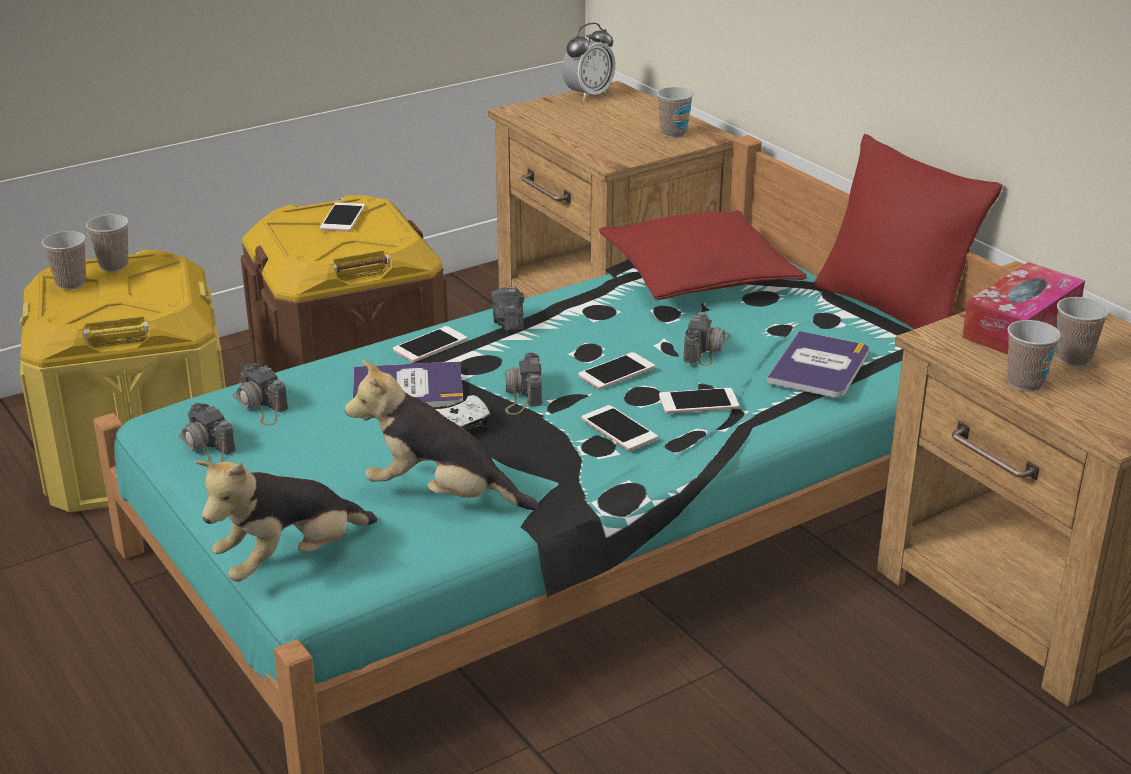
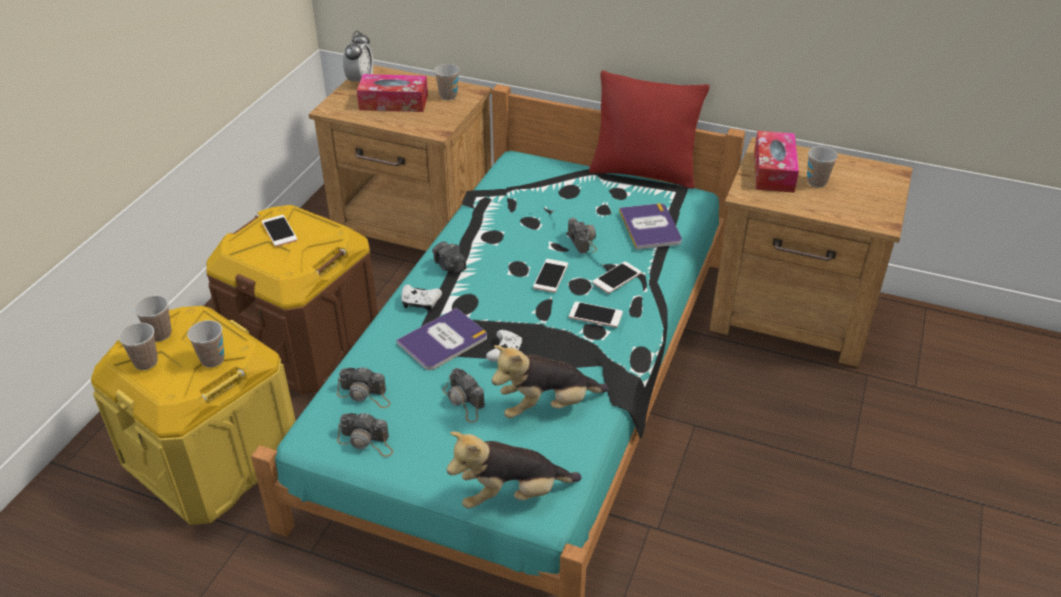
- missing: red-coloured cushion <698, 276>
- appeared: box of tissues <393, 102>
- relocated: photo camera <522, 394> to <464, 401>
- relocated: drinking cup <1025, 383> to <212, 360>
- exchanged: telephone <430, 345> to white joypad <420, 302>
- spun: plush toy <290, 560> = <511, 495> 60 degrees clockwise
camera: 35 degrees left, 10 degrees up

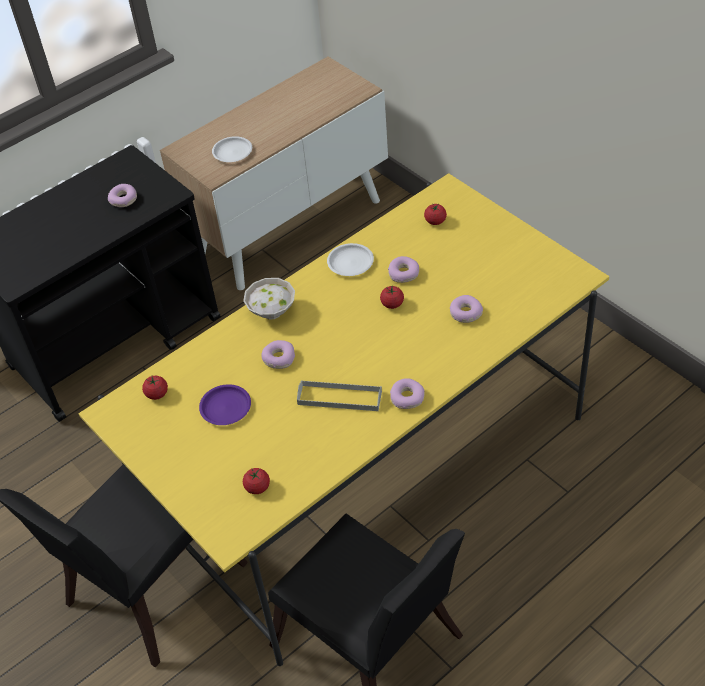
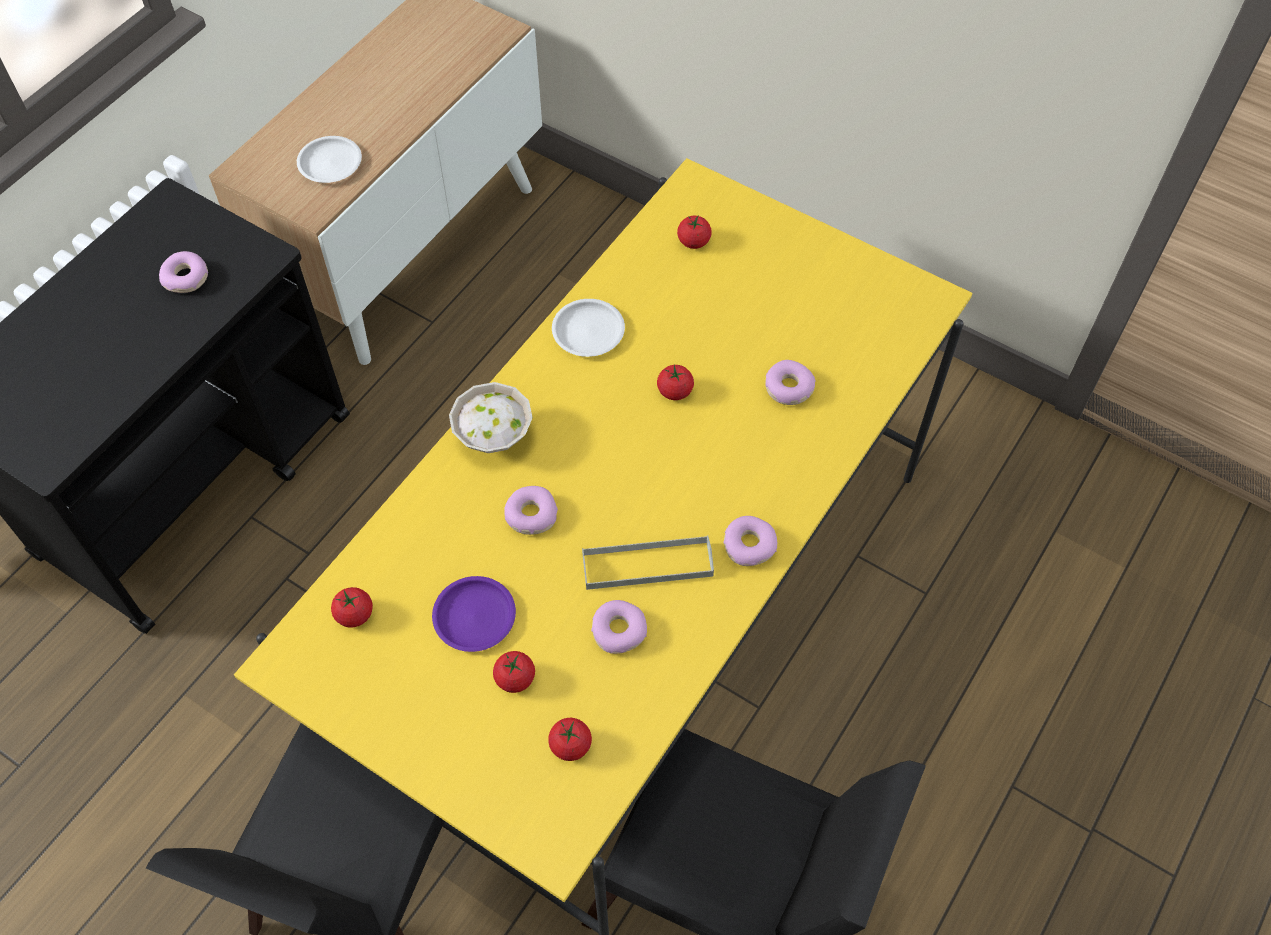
- appeared: tomato <515, 678>
- relocated: donut <404, 273> to <619, 630>
camera: 20 degrees left, 10 degrees up

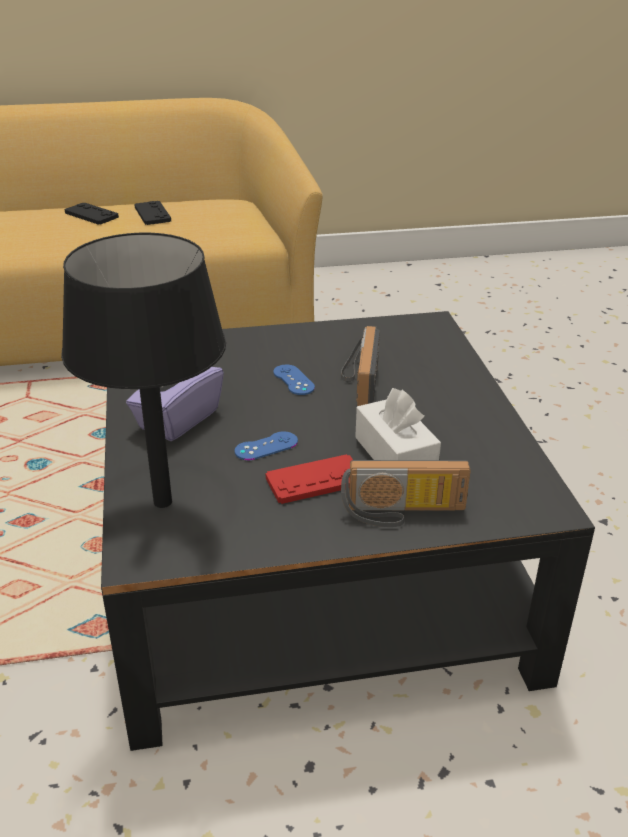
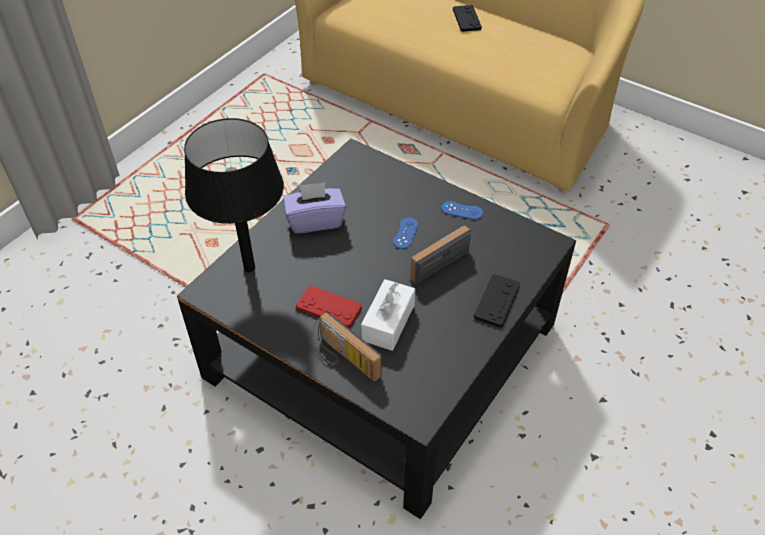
- relocated: black-coloured joypad <152, 214> to <497, 301>
- relocated: blue joypad <266, 446> to <462, 210>
camera: 45 degrees right, 15 degrees up

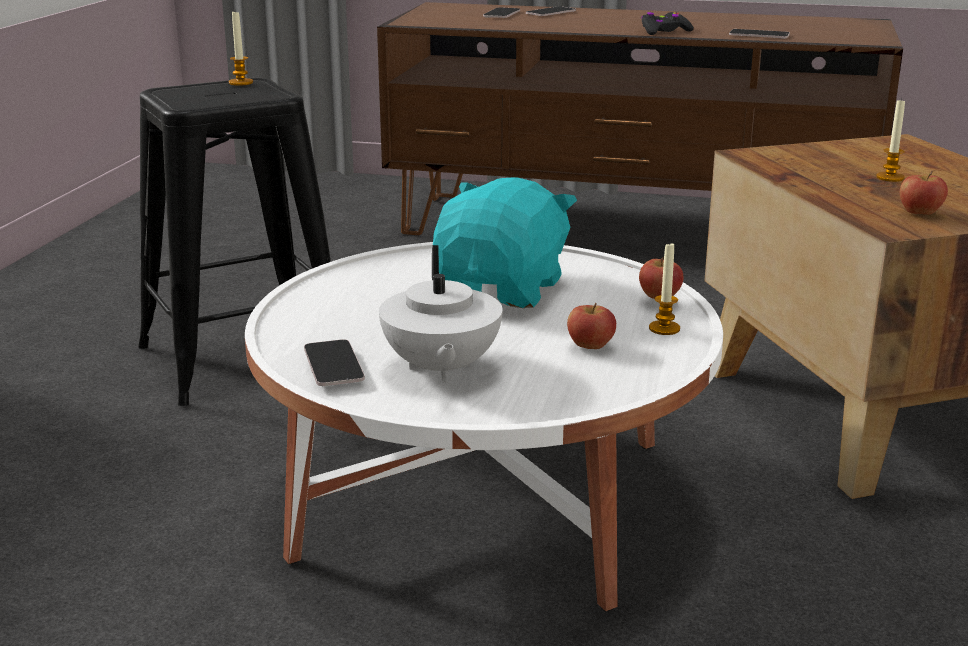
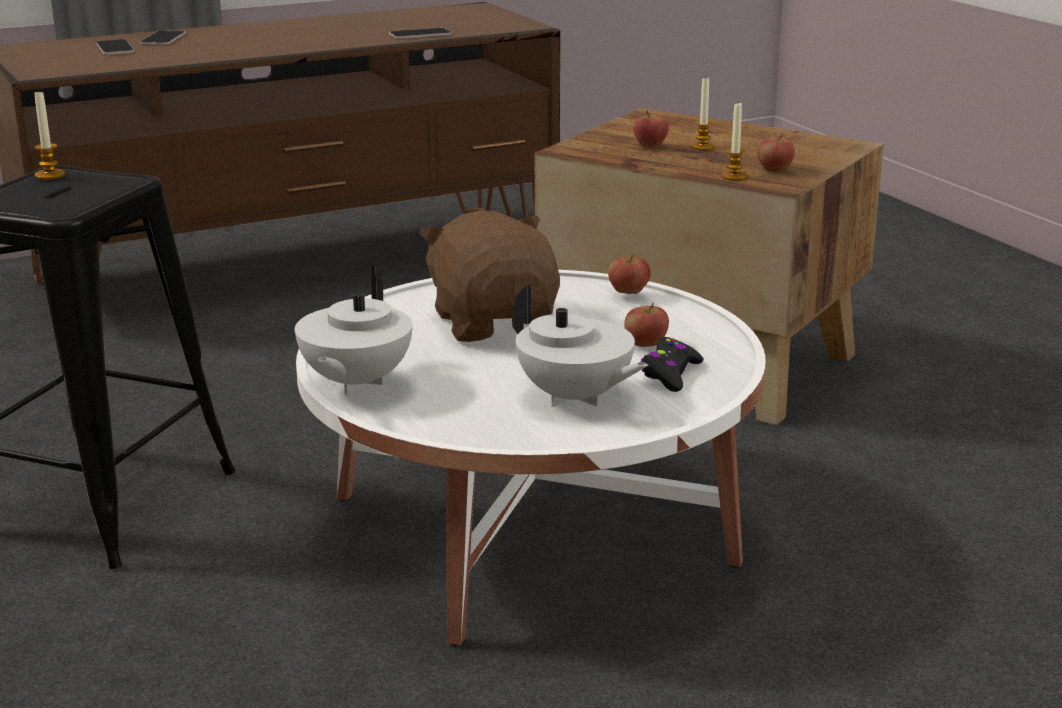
- missing: telephone <333, 364>
- appeared: white teapot <354, 382>
- appeared: apple <650, 146>
- relocated: black-coloured joypad <664, 31> to <670, 374>
- relocated: wax candle <664, 328> to <734, 177>
- colour: turquoise plush toy <503, 289> to brown plush toy <494, 323>
camera: 40 degrees left, 0 degrees up

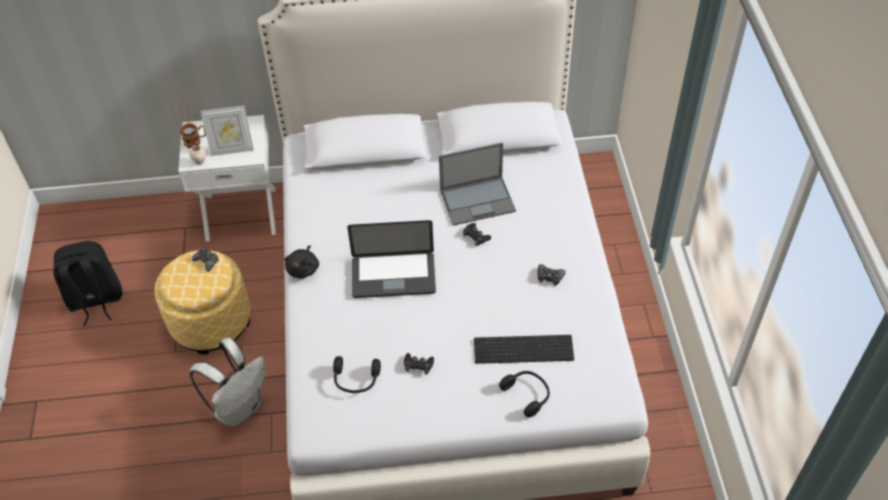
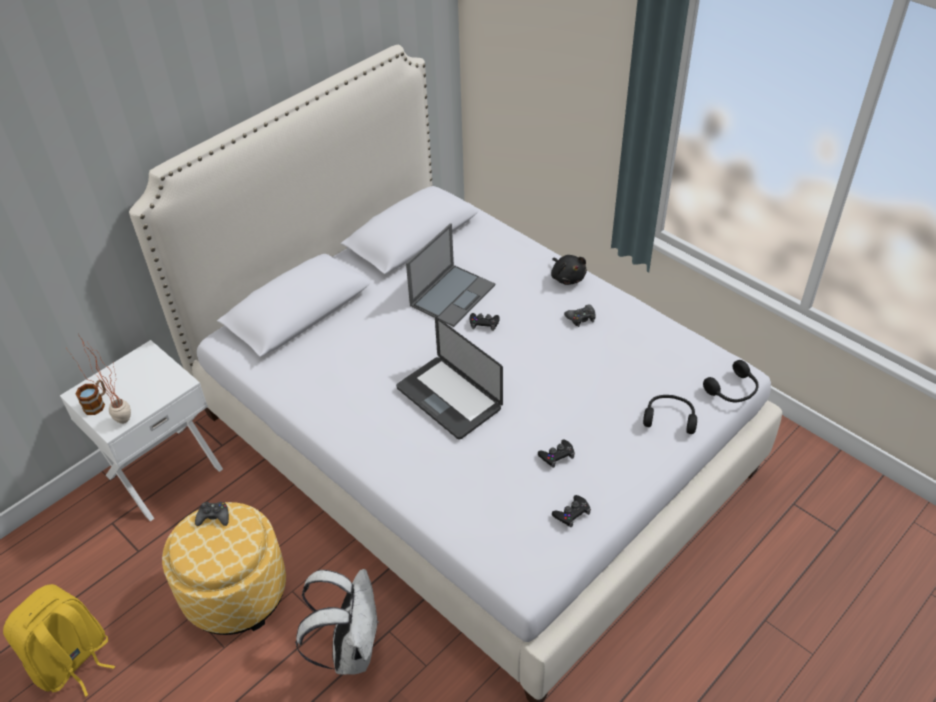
- missing: standing frame <232, 150>
- missing: keyboard <524, 348>
- appeared: black-coloured joypad <571, 513>
- relocated: black-coloured plush toy <304, 269> to <567, 277>
- relocated: black-coloured headset <356, 380> to <733, 390>
- colour: black-coloured backpack <95, 300> to yellow-coloured backpack <73, 661>
- spun: laptop <393, 276> = <449, 398> 90 degrees clockwise
camera: 40 degrees left, 5 degrees down

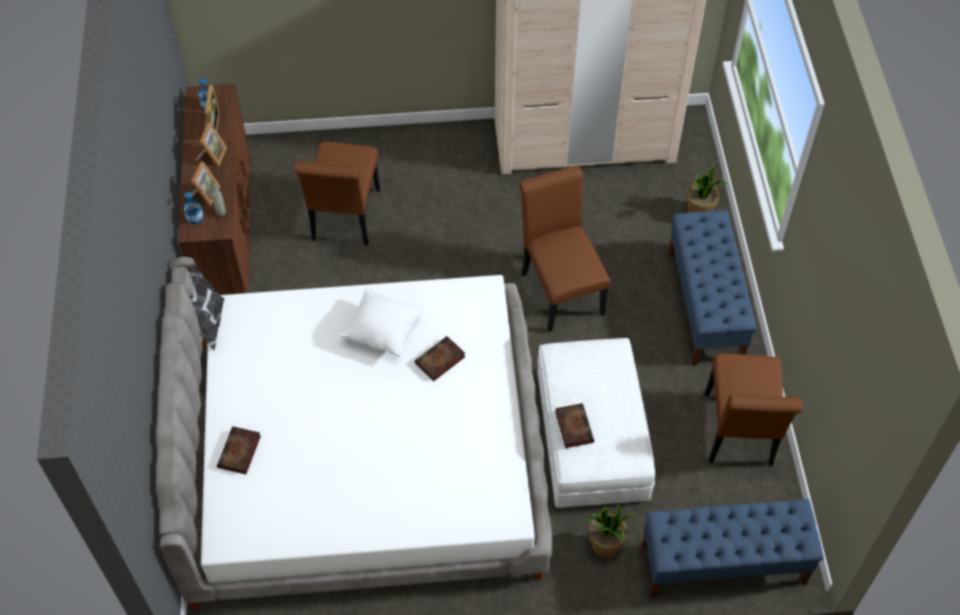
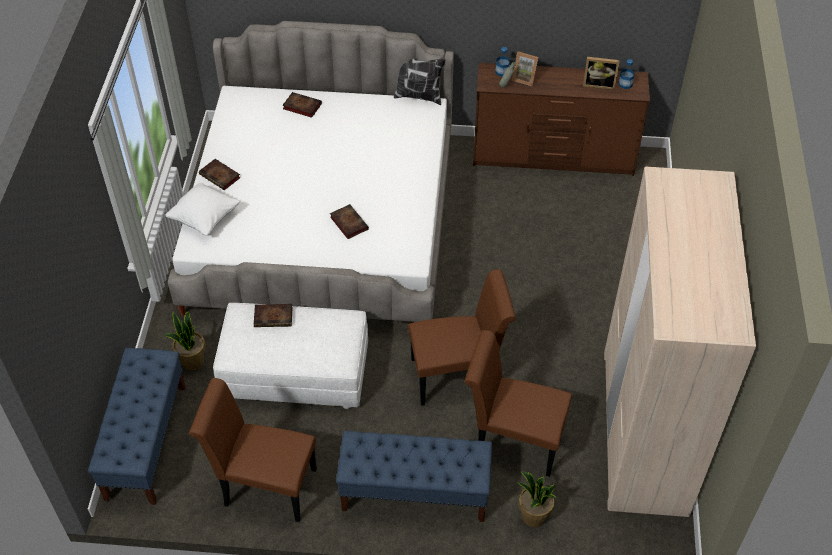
- missing: standing frame <212, 155>
- appeared: book <221, 176>
- relocated: brown chair <345, 220> to <512, 440>
- relocated: white cushion <383, 332> to <205, 218>
camera: 100 degrees right, 5 degrees down

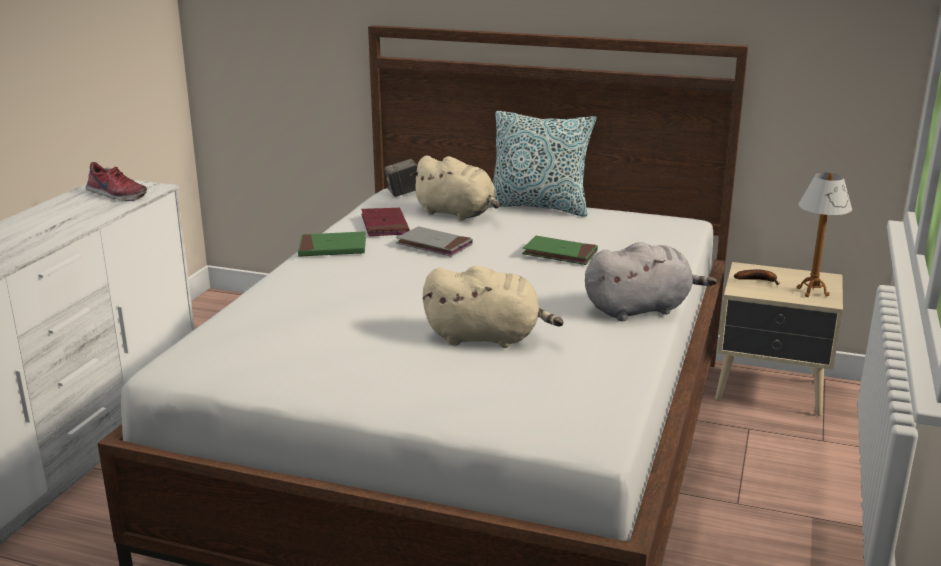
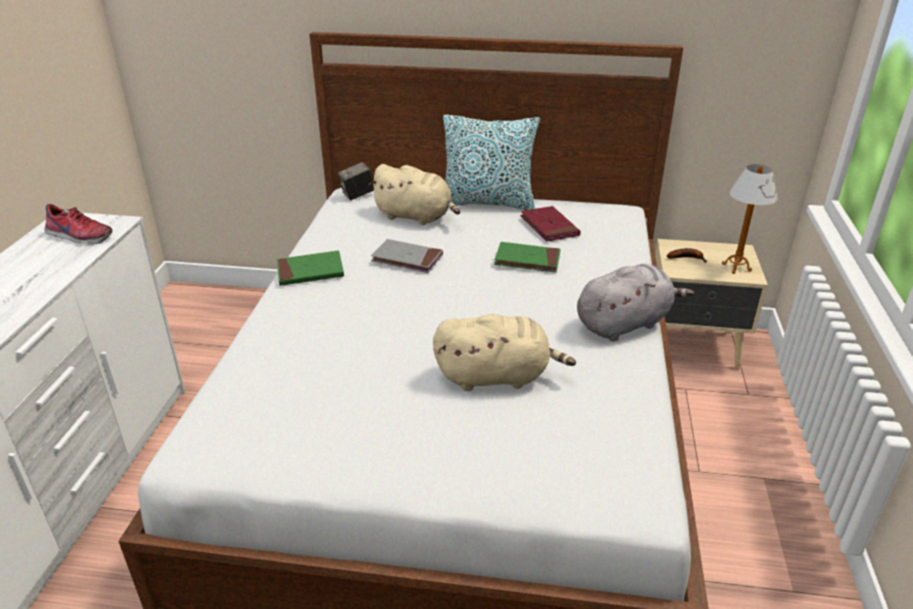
- relocated: red-coloured book <385, 225> to <549, 226>
camera: 10 degrees left, 10 degrees up

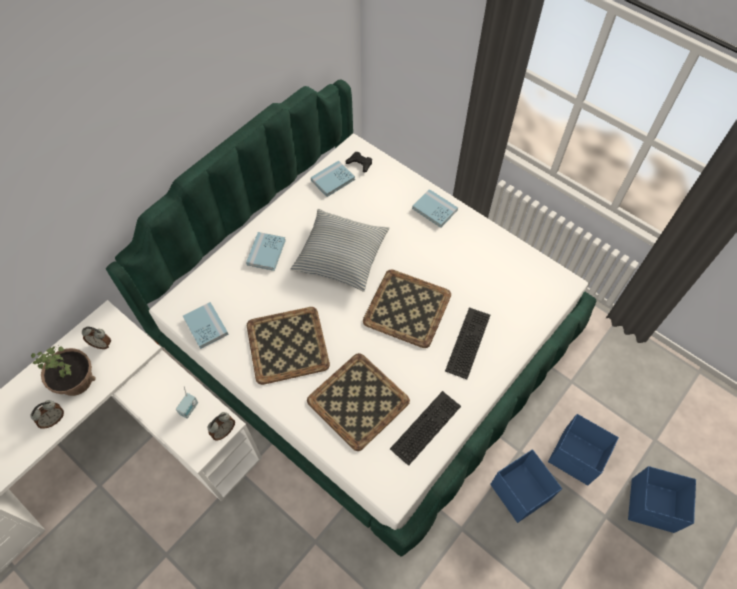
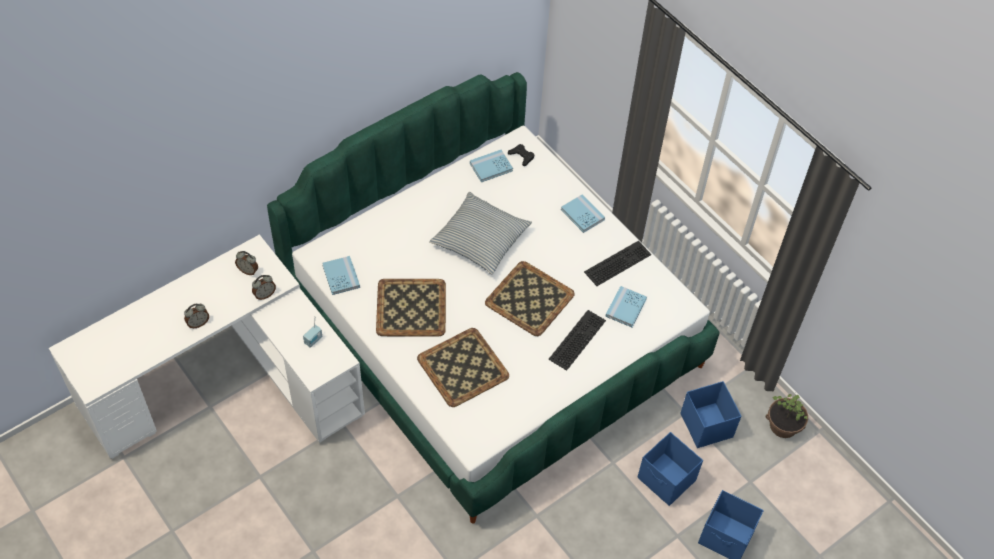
- relocated: houseplant <76, 380> to <783, 425>
- relocated: table clock <223, 431> to <264, 294>
- relocated: blue book <266, 252> to <626, 308>
- relocated: keyboard <425, 425> to <617, 262>
- relocated: blue storage box <519, 491> to <706, 425>
camera: 10 degrees right, 5 degrees down

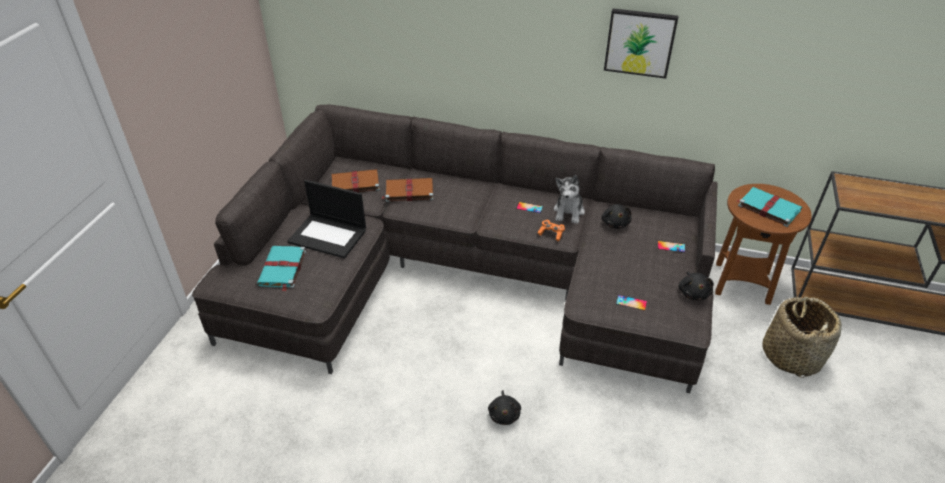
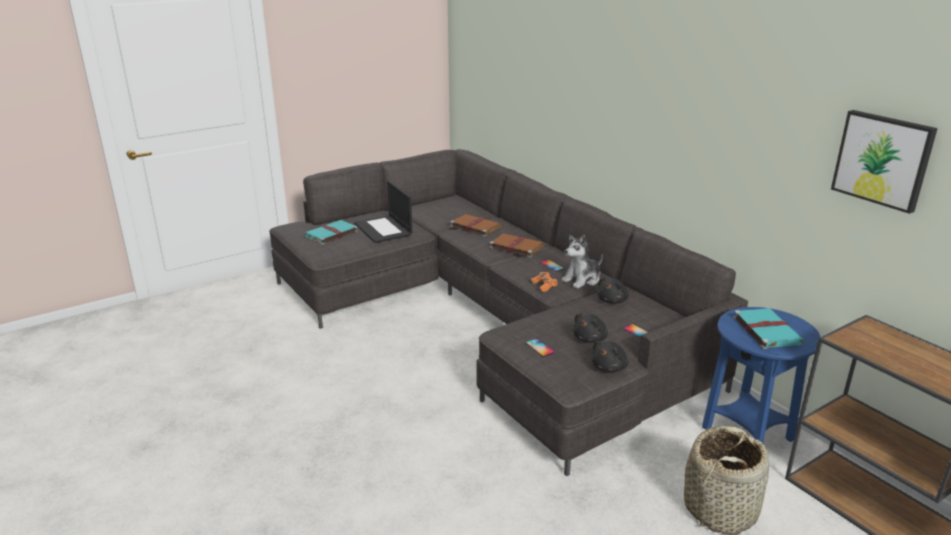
- relocated: brown book <354, 184> to <515, 247>
- relocated: black-coloured plush toy <504, 414> to <590, 339>
- relocated: wall art <640, 42> to <883, 159>
- colour: brown accent table <742, 283> to blue accent table <748, 434>
camera: 40 degrees right, 15 degrees down

